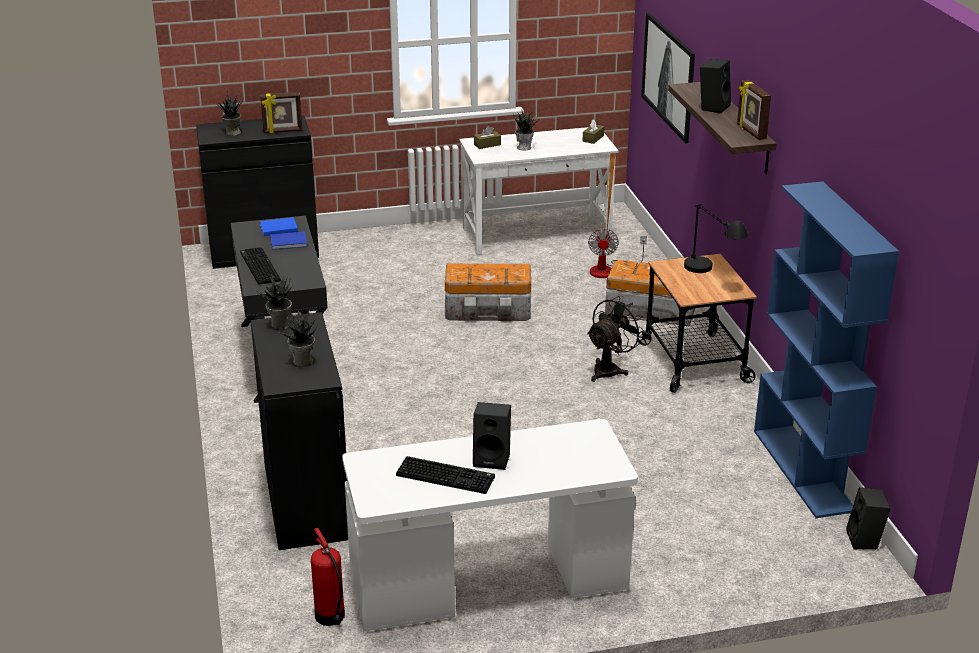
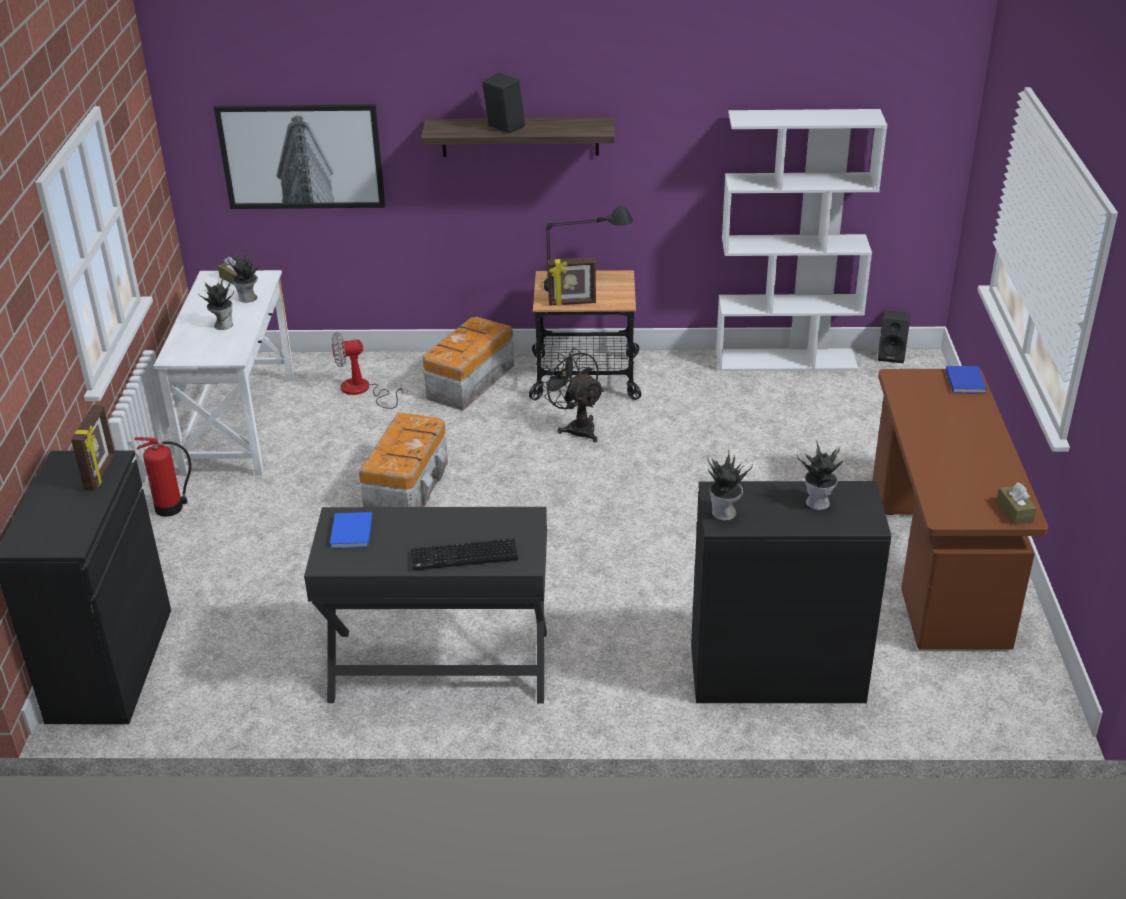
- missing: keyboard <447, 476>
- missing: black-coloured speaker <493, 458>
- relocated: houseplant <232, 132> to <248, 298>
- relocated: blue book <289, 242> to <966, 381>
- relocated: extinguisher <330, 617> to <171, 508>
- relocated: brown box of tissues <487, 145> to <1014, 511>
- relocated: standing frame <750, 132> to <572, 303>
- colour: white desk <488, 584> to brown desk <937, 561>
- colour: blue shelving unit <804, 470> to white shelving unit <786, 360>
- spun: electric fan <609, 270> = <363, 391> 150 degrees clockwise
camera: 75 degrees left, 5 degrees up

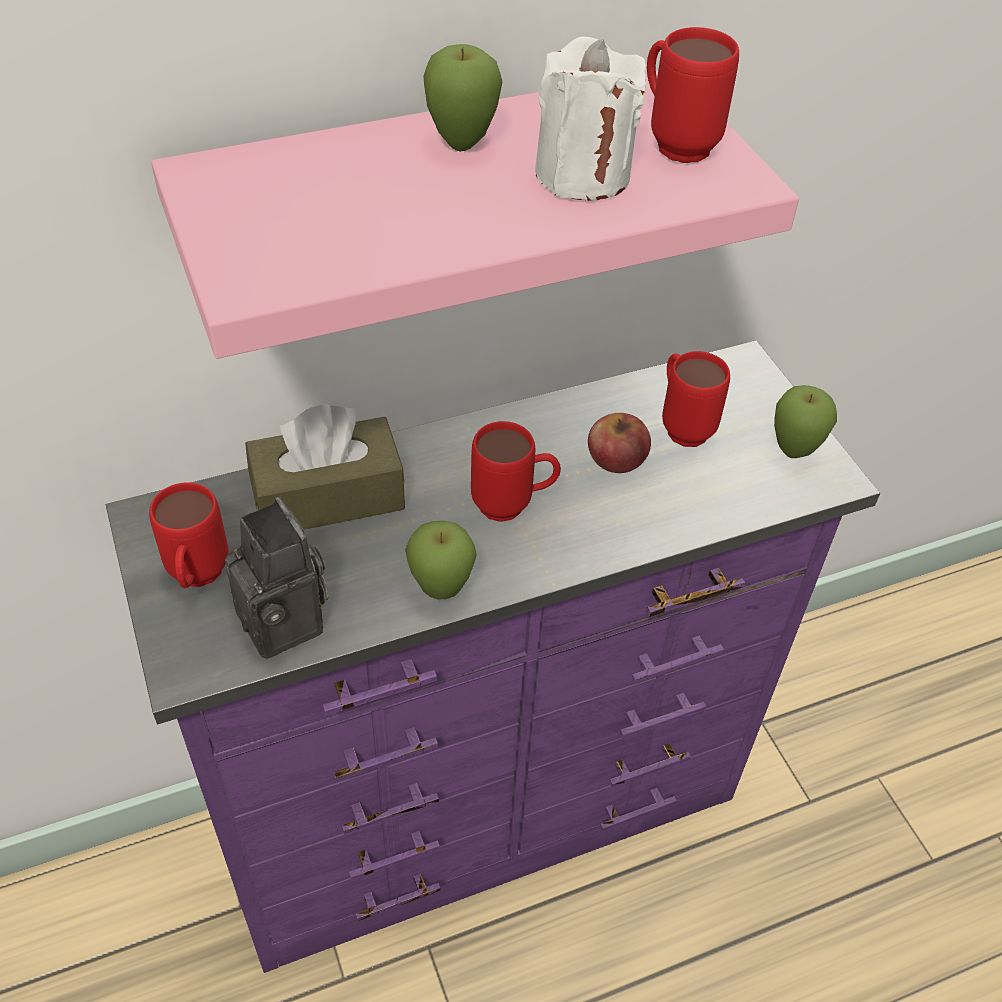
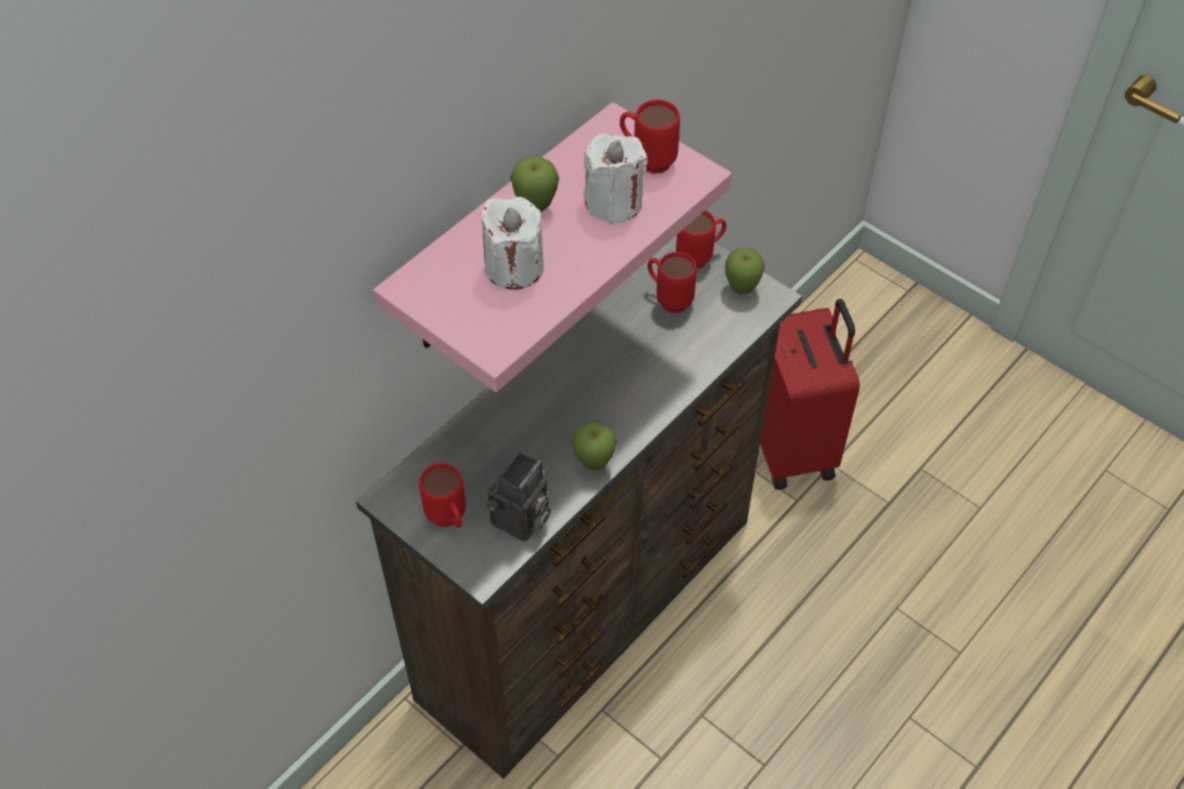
- missing: brown box of tissues <328, 497>
- missing: apple <616, 458>
- appeared: white wax candle <514, 267>
- appeared: red-coloured suitcase <793, 447>
- relocated: red-coloured mug <513, 506> to <700, 257>
- colour: purple drawer chest <488, 816> to brown drawer chest <593, 609>
- spun: photo camera <288, 623> = <521, 521> 90 degrees clockwise
camera: 25 degrees left, 5 degrees up

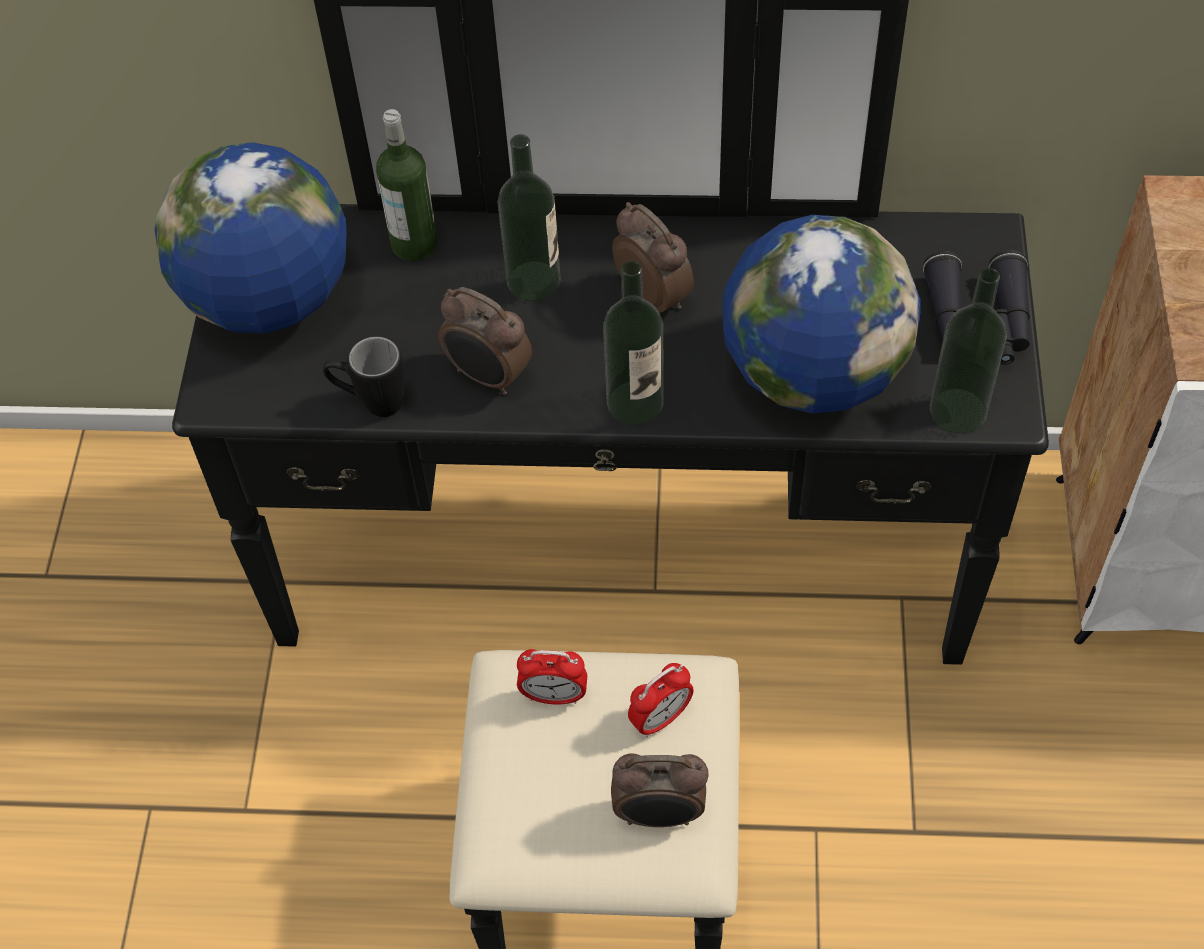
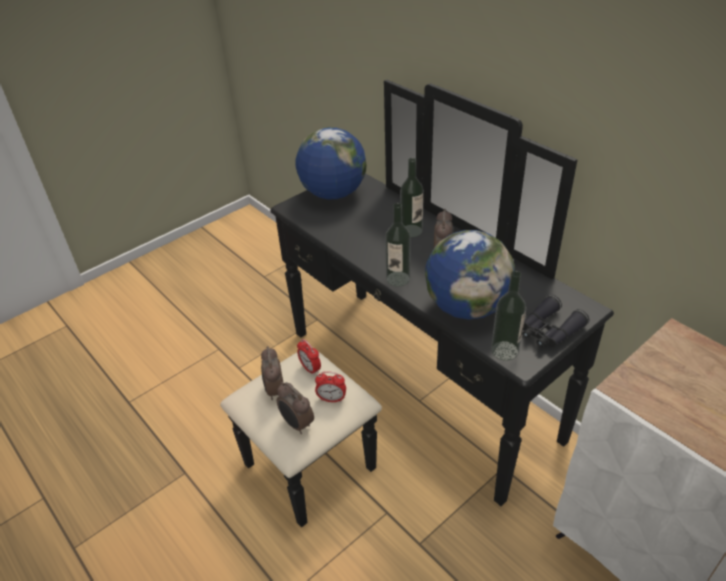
- missing: black-coloured mug <371, 402>
- missing: beverage bottle <414, 244>
- relocated: table clock <488, 377> to <274, 390>
camera: 45 degrees right, 15 degrees down

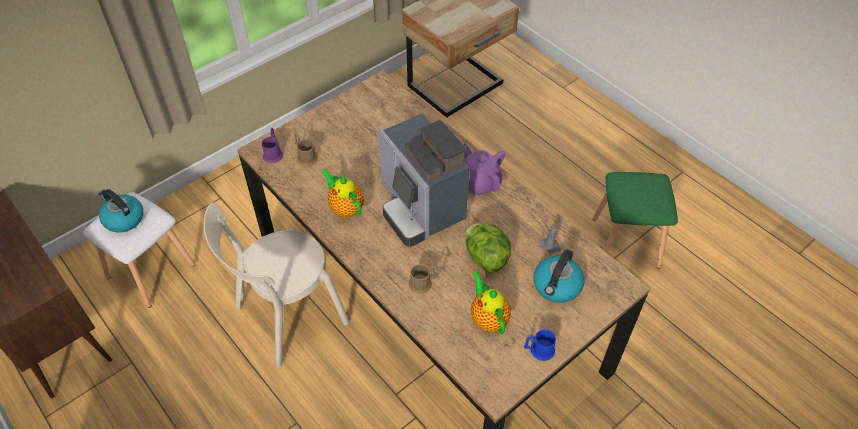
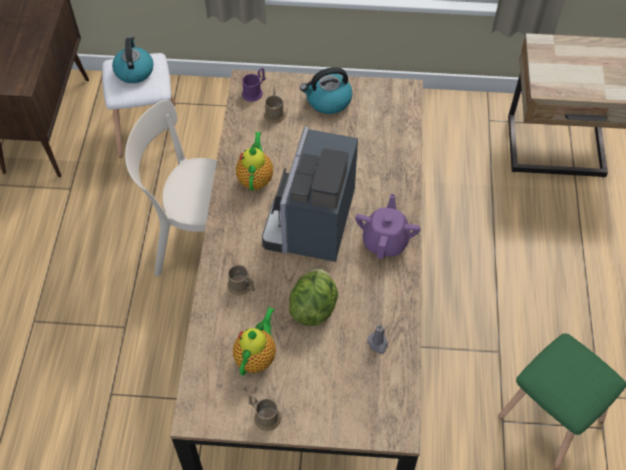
- relocated: kettle <557, 286> to <328, 101>
- colour: blue mug <538, 350> to brown mug <264, 416>
camera: 45 degrees right, 5 degrees up

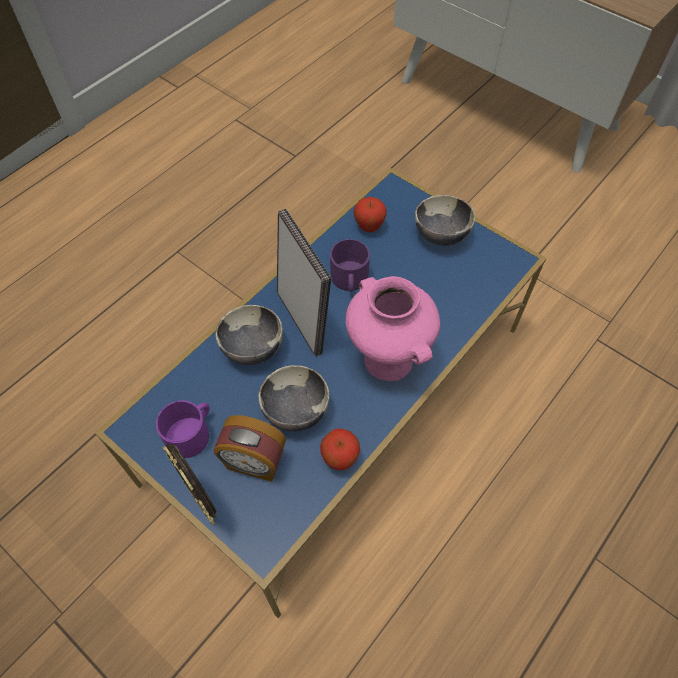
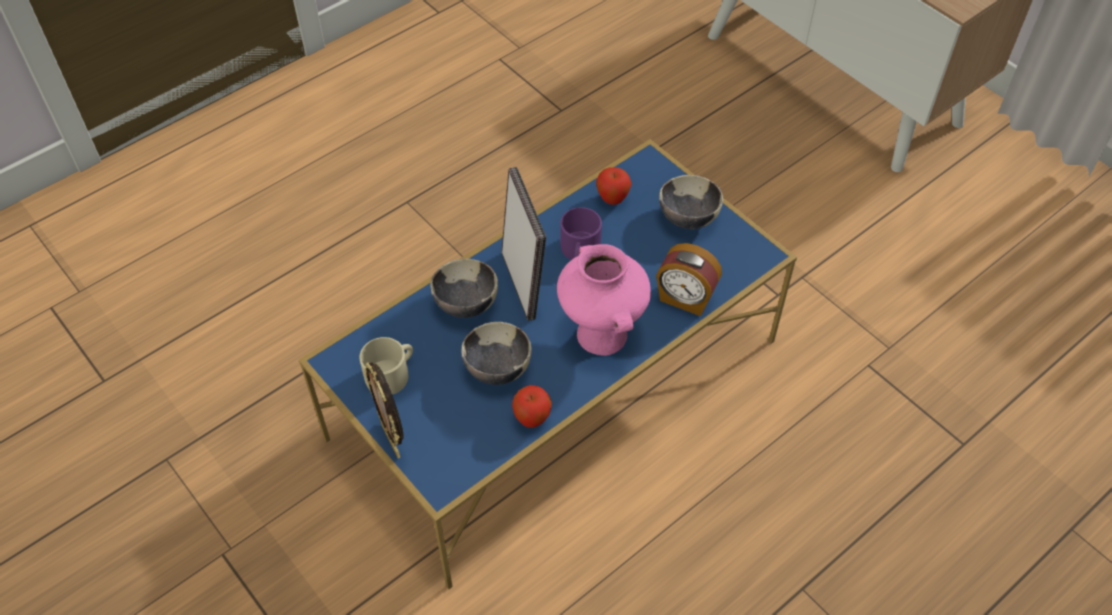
- relocated: table clock <254, 462> to <685, 299>
- colour: purple mug <191, 433> to beige-coloured mug <391, 374>
camera: 10 degrees right, 5 degrees down

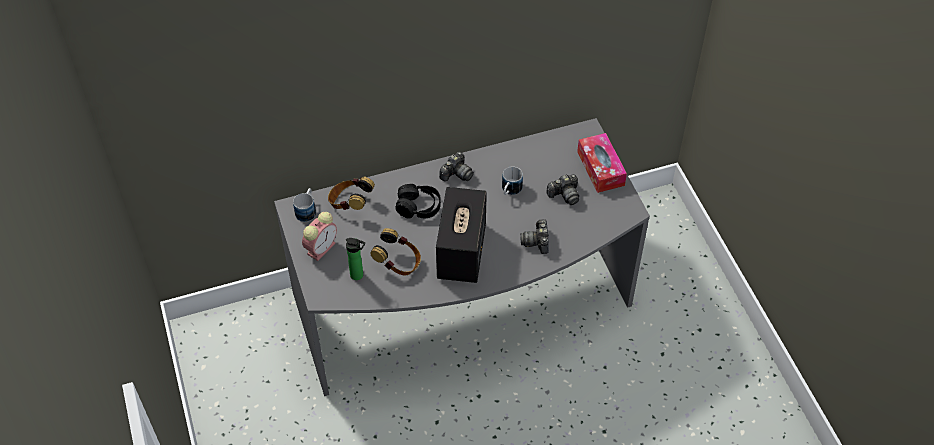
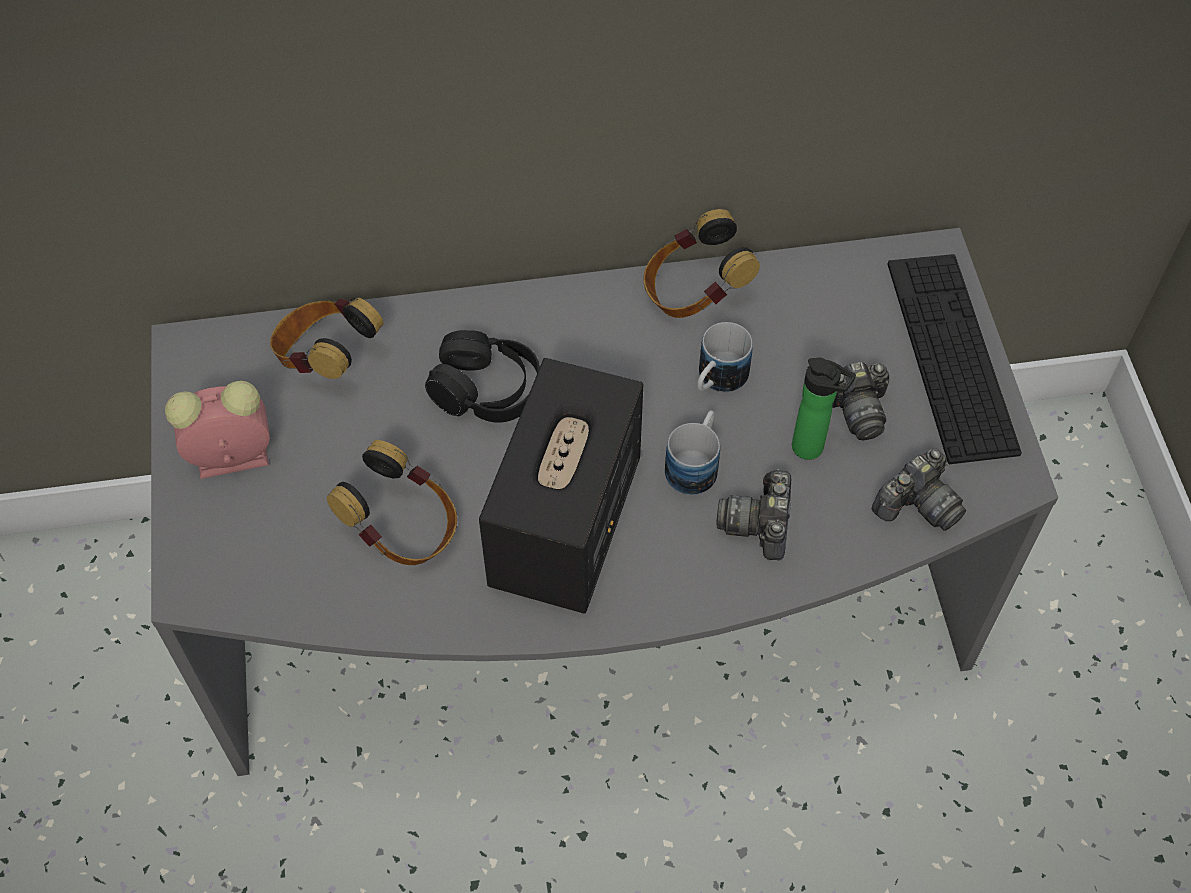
- appeared: headset <693, 292>
- relocated: mug <307, 210> to <695, 463>
- relocated: beverage bottle <358, 275> to <812, 449>
- relocated: photo camera <456, 174> to <917, 504>
- exchanged: box of tissues <600, 168> to keyboard <951, 355>
- spun: table clock <321, 247> = <229, 459> 150 degrees counterclockwise
camera: 10 degrees right, 5 degrees up

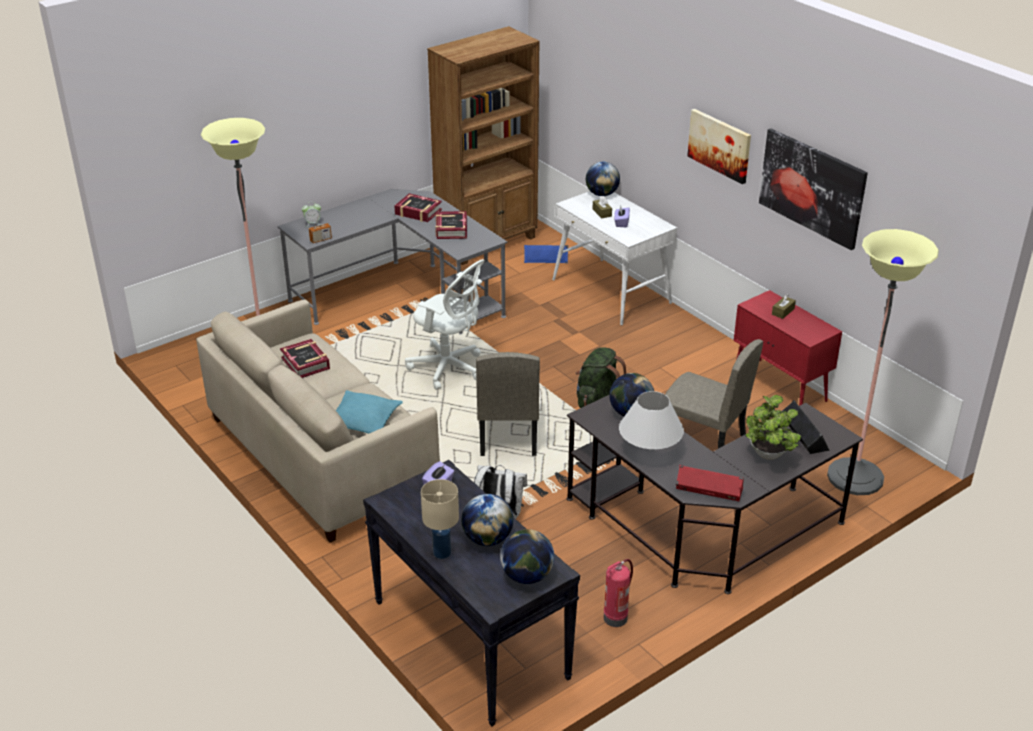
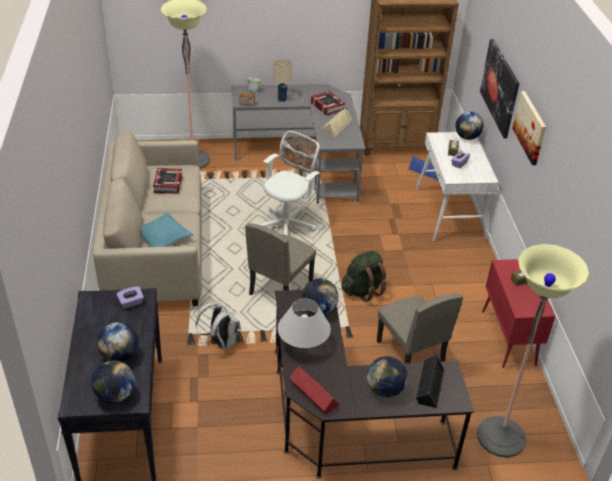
- missing: extinguisher <616, 617>
- relocated: beige-coloured lamp for a table <441, 553> to <281, 99>
- relocated: wall art <812, 187> to <500, 87>
- exchanged: book <451, 229> to beige-coloured speaker <336, 126>
- exchanged: houseplant <768, 455> to globe <385, 389>
- spun: white desk chair <449, 368> = <287, 224> 120 degrees counterclockwise
camera: 30 degrees right, 5 degrees up

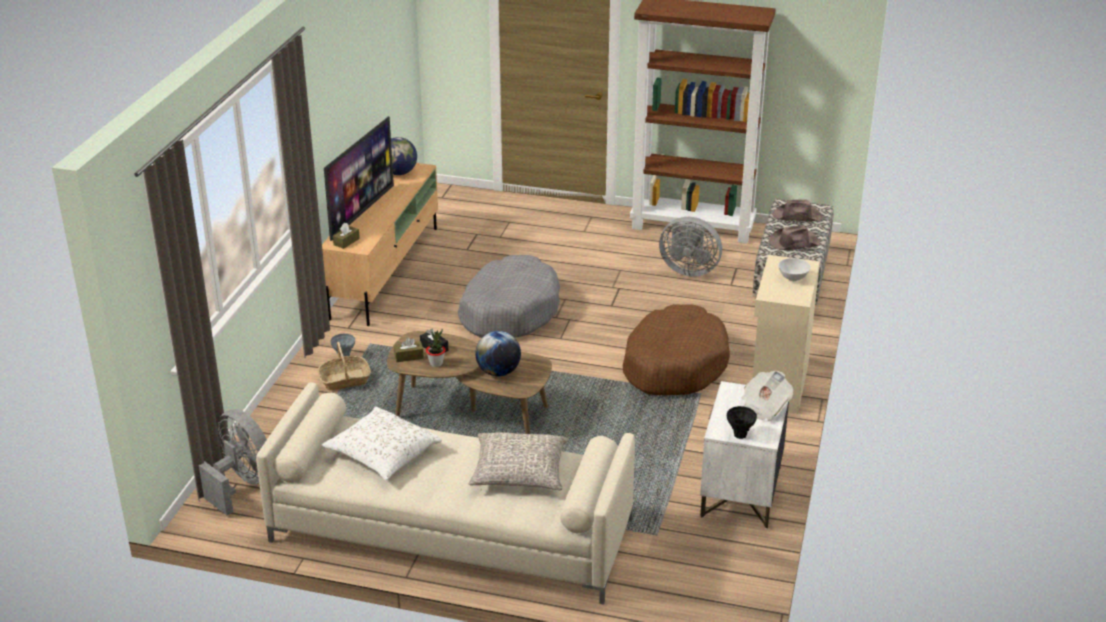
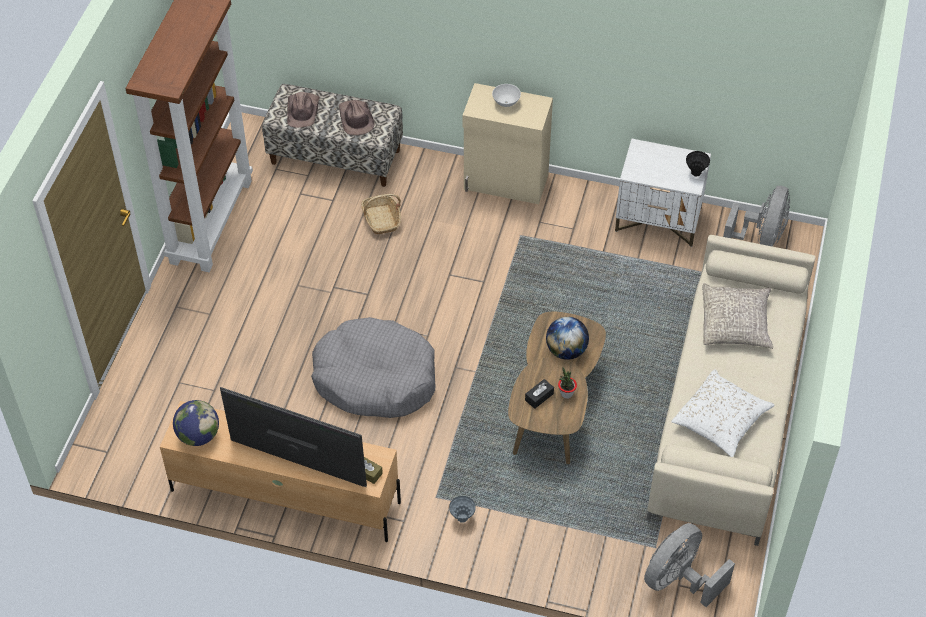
- missing: brown box of tissues <409, 356>
- missing: brown dog bed <674, 365>
- missing: daily paper <763, 408>
- relocated: household basket <344, 380> to <381, 219>
- relocated: greyish electric fan <688, 270> to <760, 238>
camera: 90 degrees left, 20 degrees up

